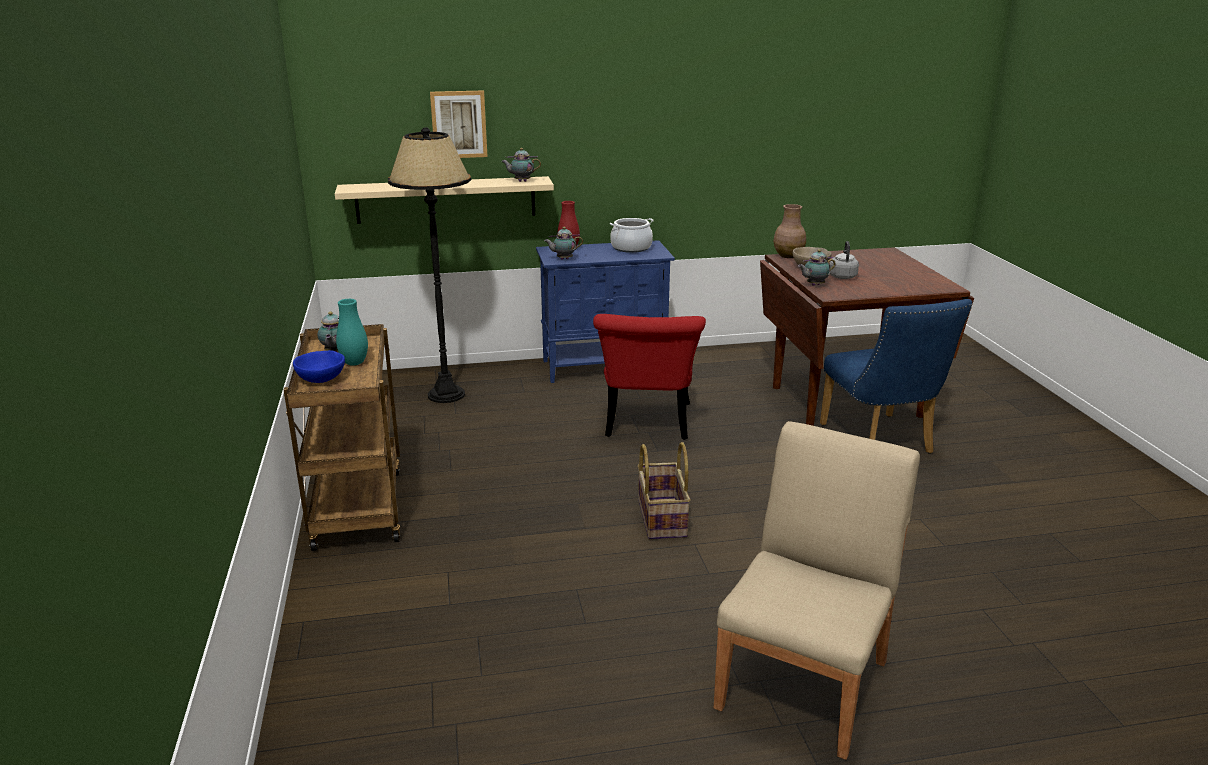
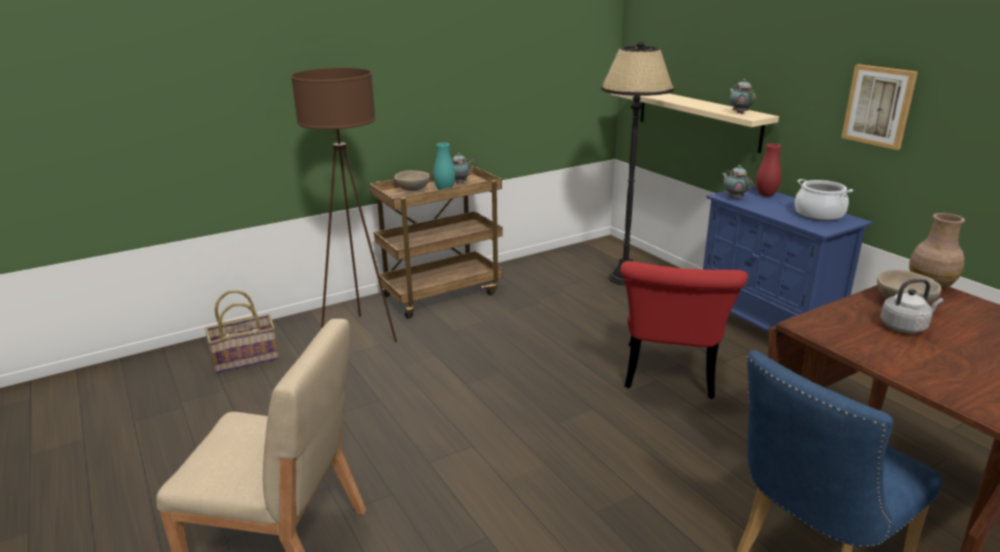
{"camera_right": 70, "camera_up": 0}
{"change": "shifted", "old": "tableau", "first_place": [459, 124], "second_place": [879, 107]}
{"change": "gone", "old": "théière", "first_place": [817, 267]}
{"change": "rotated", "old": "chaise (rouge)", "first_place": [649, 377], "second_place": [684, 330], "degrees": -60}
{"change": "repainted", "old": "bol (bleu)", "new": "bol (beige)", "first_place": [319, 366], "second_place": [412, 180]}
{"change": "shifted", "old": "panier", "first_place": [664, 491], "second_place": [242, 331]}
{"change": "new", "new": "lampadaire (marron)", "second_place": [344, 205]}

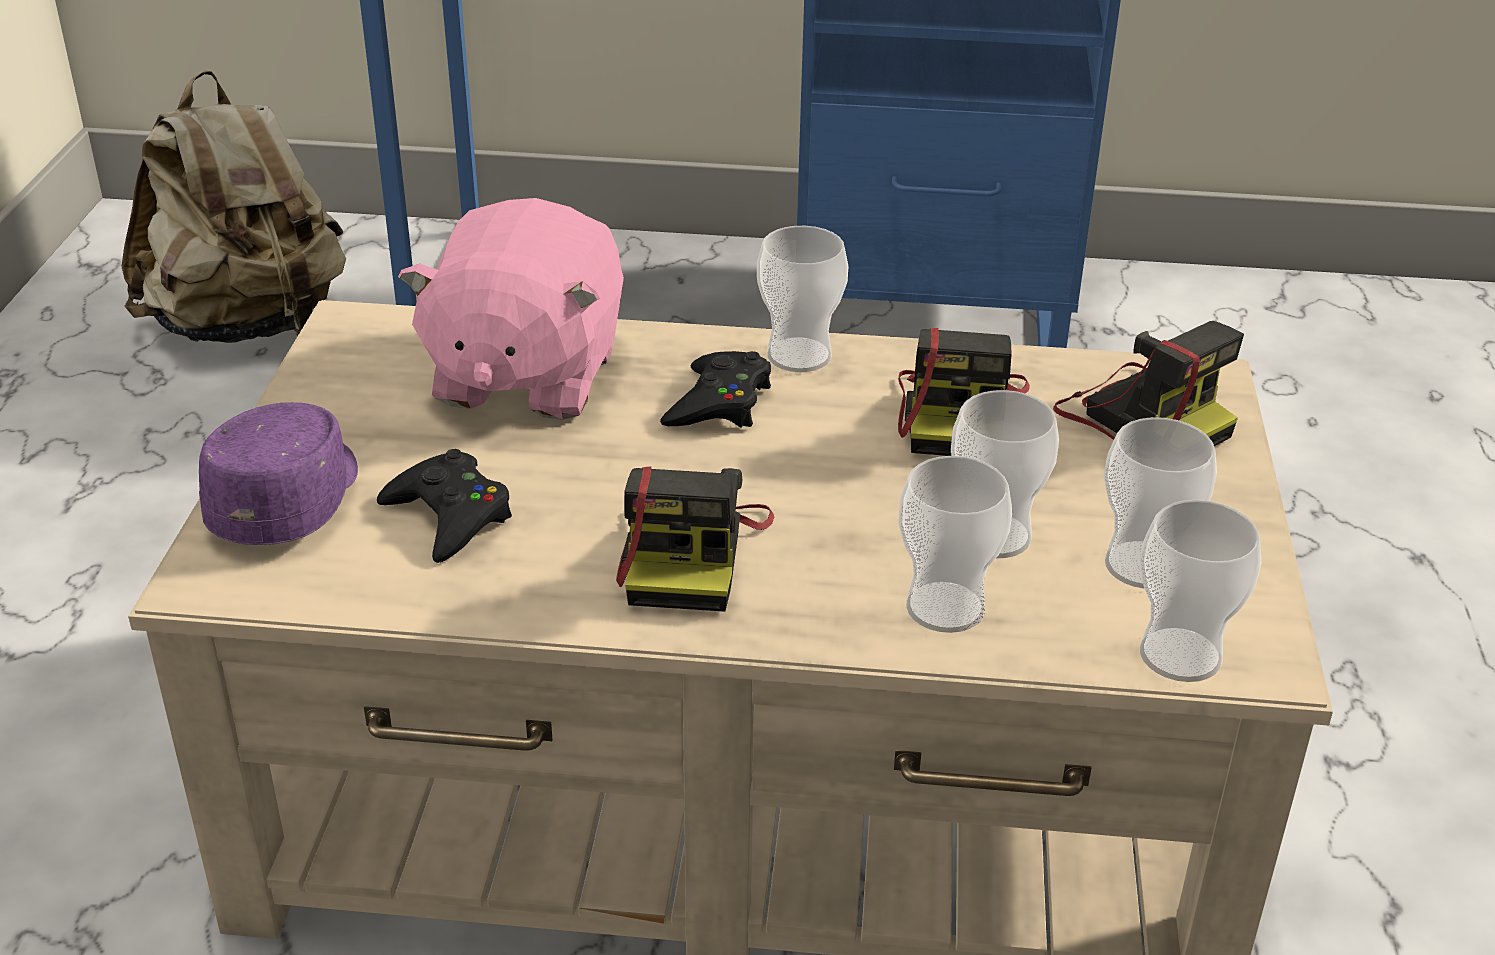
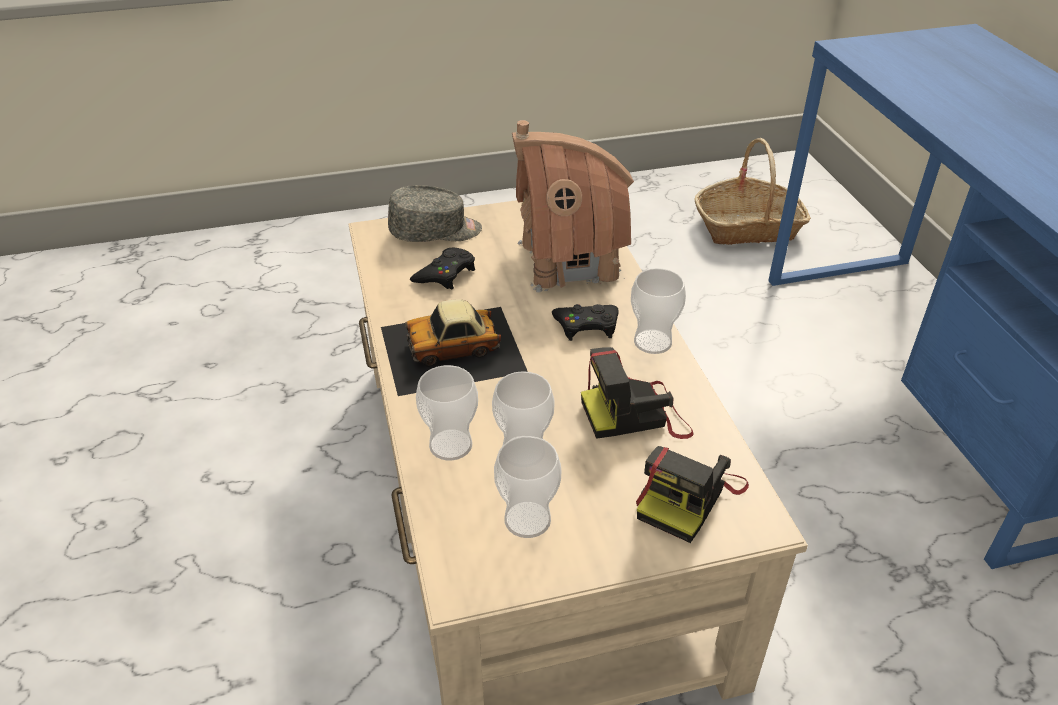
{"camera_right": 70, "camera_up": 5}
{"change": "swapped", "old": "sac à dos (beige)", "new": "panier", "first_place": [233, 206], "second_place": [753, 191]}
{"change": "swapped", "old": "peluche (rose)", "new": "maison miniature", "first_place": [511, 309], "second_place": [573, 206]}
{"change": "repainted", "old": "casquette (violet)", "new": "casquette (gris)", "first_place": [278, 473], "second_place": [435, 213]}
{"change": "swapped", "old": "appareil photo", "new": "petite voiture", "first_place": [695, 539], "second_place": [454, 347]}
{"change": "gone", "old": "tasse", "first_place": [1200, 591]}

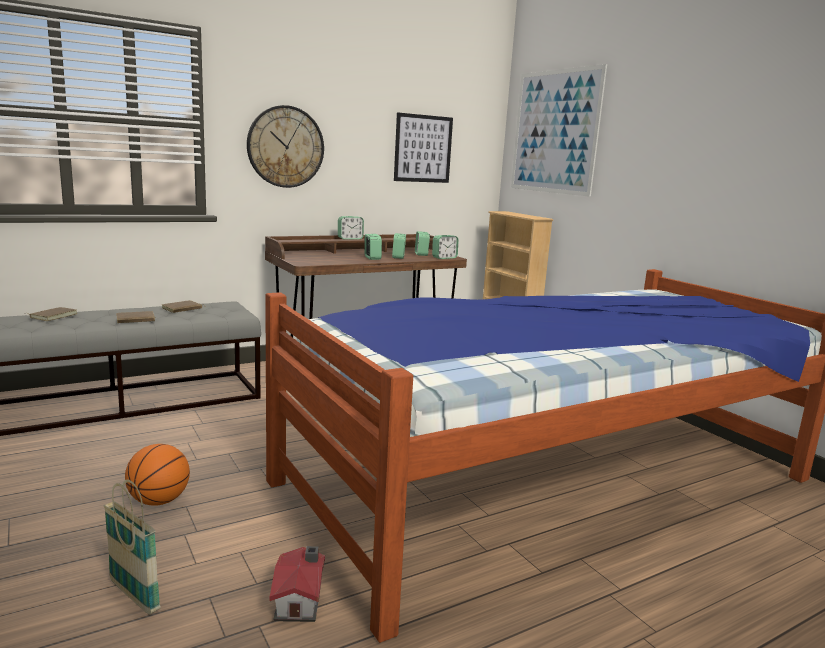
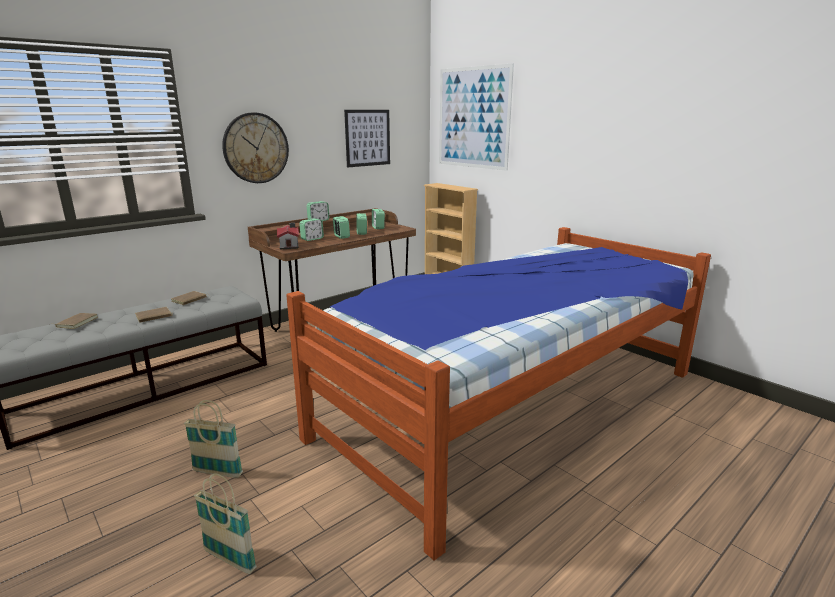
{"camera_right": -10, "camera_up": 5}
{"change": "shifted", "old": "réveil", "first_place": [445, 247], "second_place": [311, 229]}
{"change": "swapped", "old": "ballon de basket", "new": "panier", "first_place": [157, 475], "second_place": [213, 439]}
{"change": "shifted", "old": "maison miniature", "first_place": [297, 584], "second_place": [288, 236]}

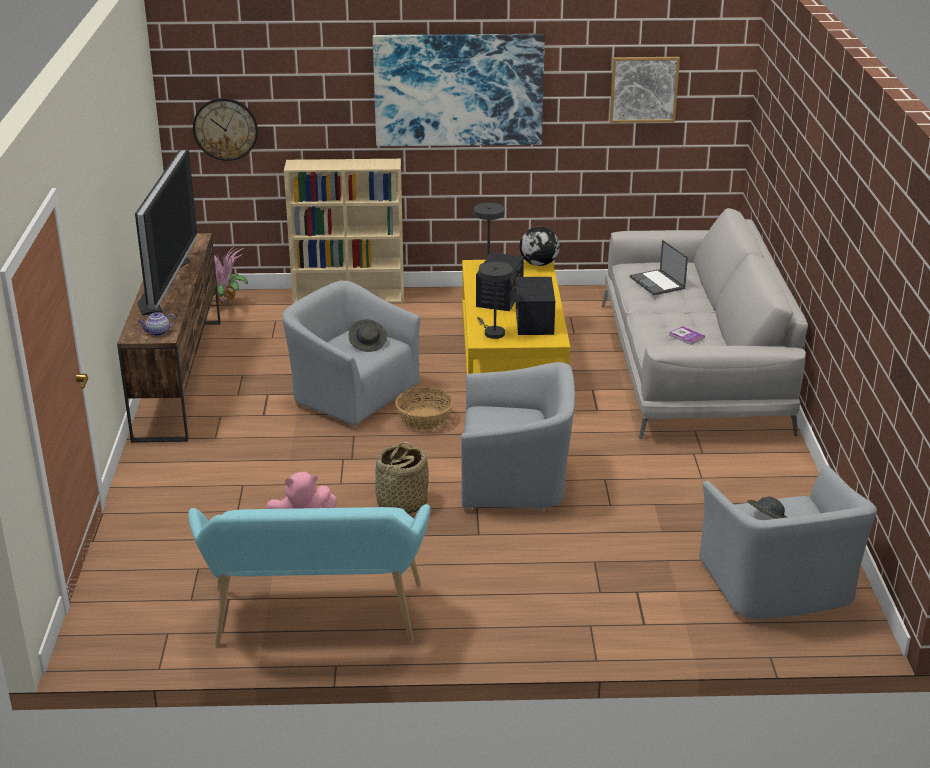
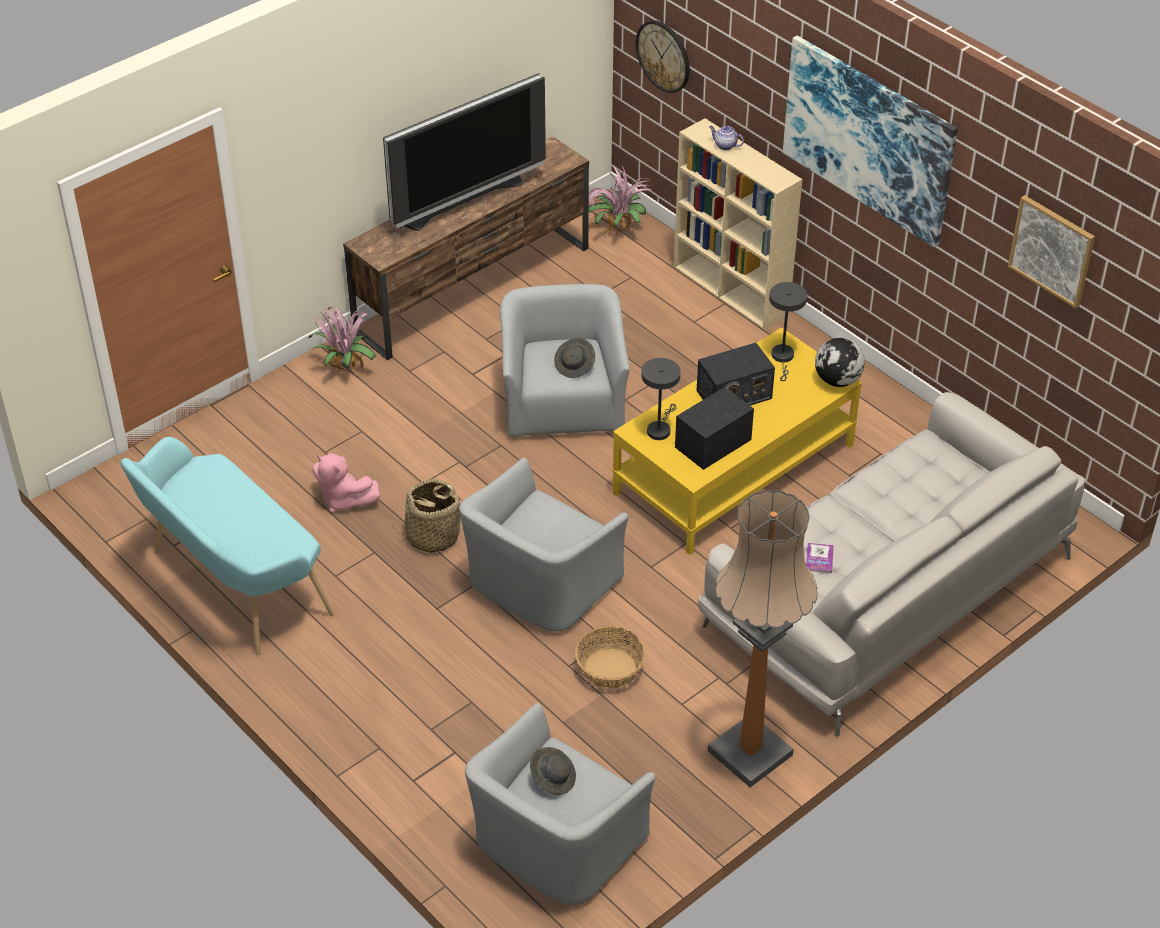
{"camera_right": 50, "camera_up": 15}
{"change": "gone", "old": "ordinateur portable", "first_place": [659, 267]}
{"change": "shifted", "old": "théière", "first_place": [157, 324], "second_place": [726, 138]}
{"change": "rotated", "old": "fauteuil (gris)", "first_place": [518, 437], "second_place": [544, 545], "degrees": 75}
{"change": "shifted", "old": "panier", "first_place": [424, 408], "second_place": [610, 657]}
{"change": "new", "new": "plante en pot", "second_place": [342, 342]}
{"change": "new", "new": "lampadaire", "second_place": [763, 639]}

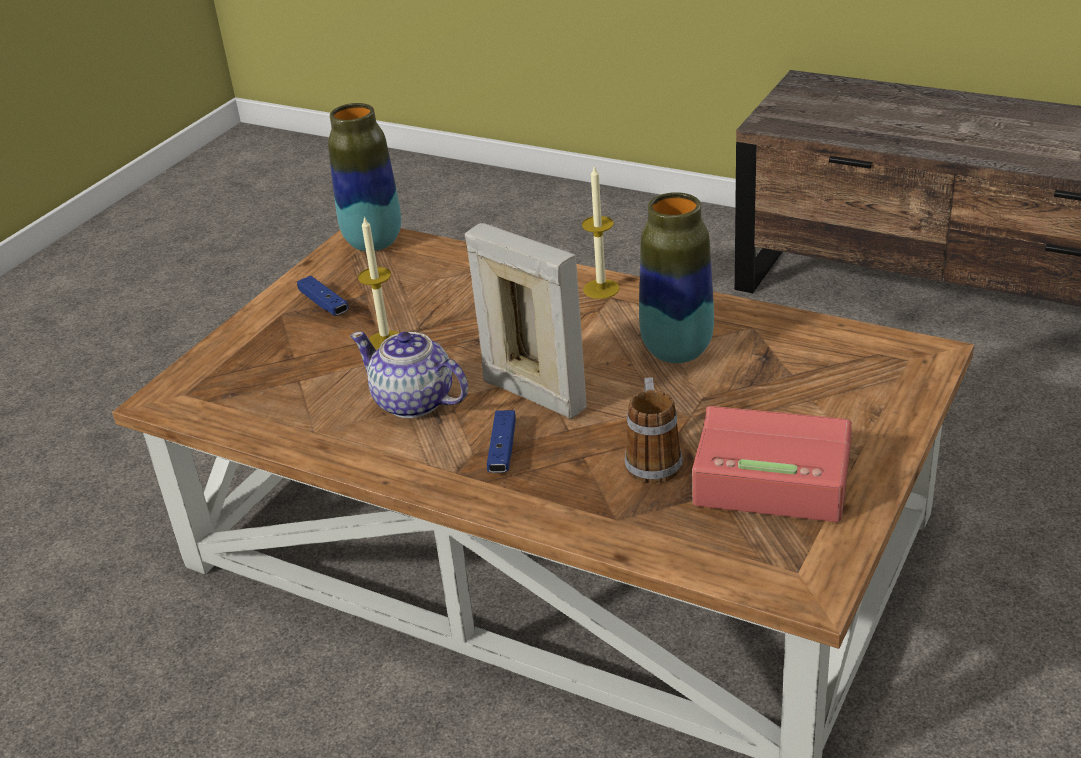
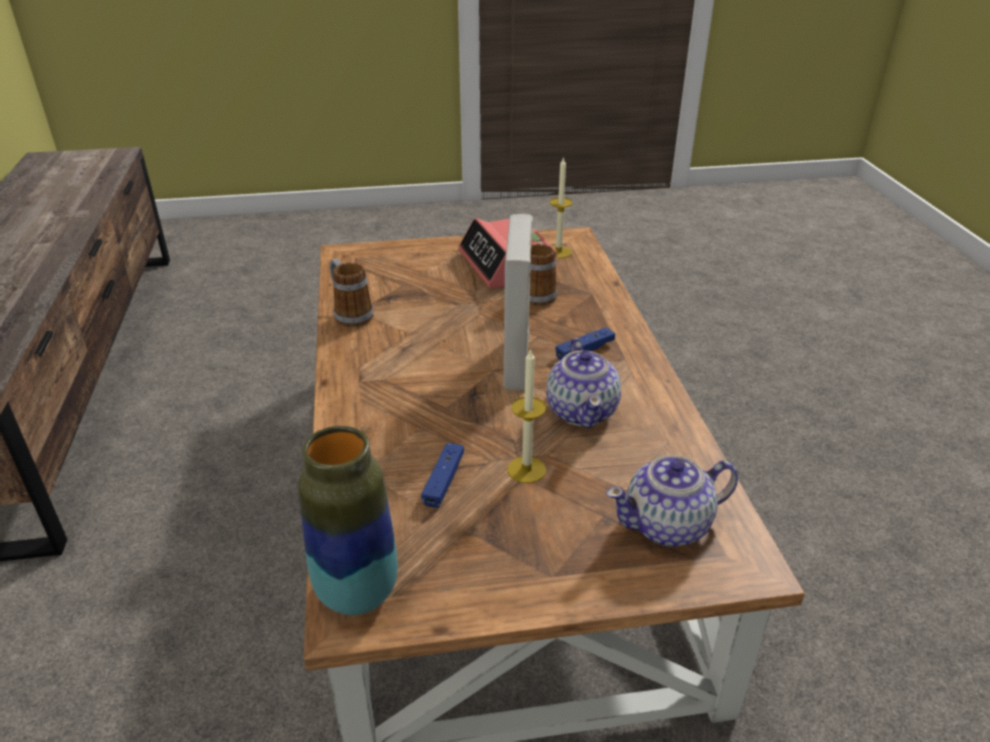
{"camera_right": -130, "camera_up": 0}
{"change": "shifted", "old": "bougie", "first_place": [601, 232], "second_place": [561, 207]}
{"change": "gone", "old": "vase", "first_place": [676, 277]}
{"change": "shifted", "old": "manette (bleu)", "first_place": [323, 295], "second_place": [442, 475]}
{"change": "new", "new": "mug", "second_place": [351, 292]}
{"change": "new", "new": "théière", "second_place": [672, 501]}

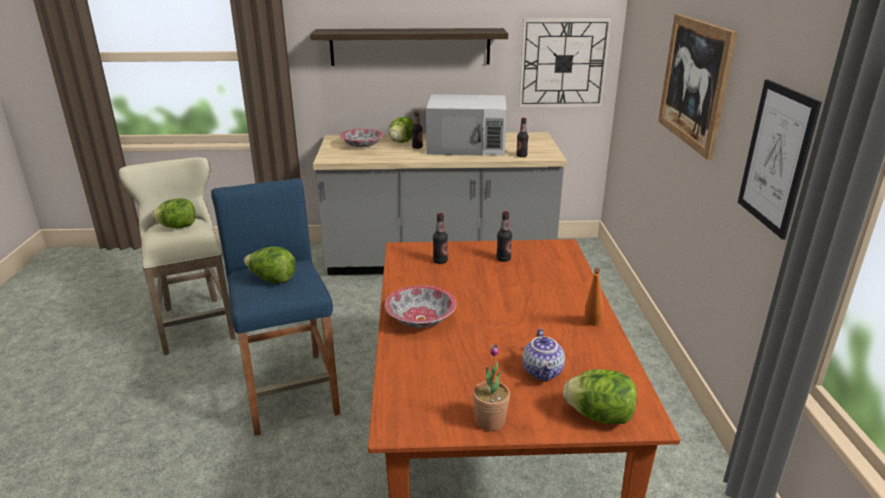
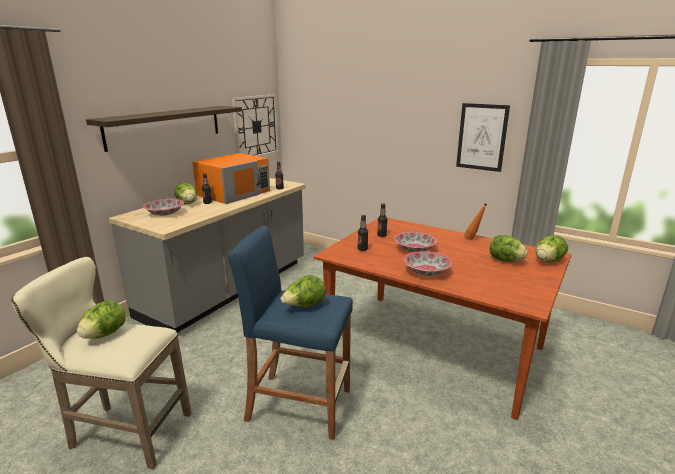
{"camera_right": -55, "camera_up": -5}
{"change": "gone", "old": "tableau", "first_place": [697, 87]}
{"change": "repainted", "old": "micro-ondes (blanc)", "new": "micro-ondes (orange)", "first_place": [466, 125], "second_place": [231, 178]}
{"change": "swapped", "old": "théière", "new": "laitue", "first_place": [543, 355], "second_place": [509, 248]}
{"change": "gone", "old": "plante en pot", "first_place": [491, 388]}
{"change": "new", "new": "bol", "second_place": [415, 242]}

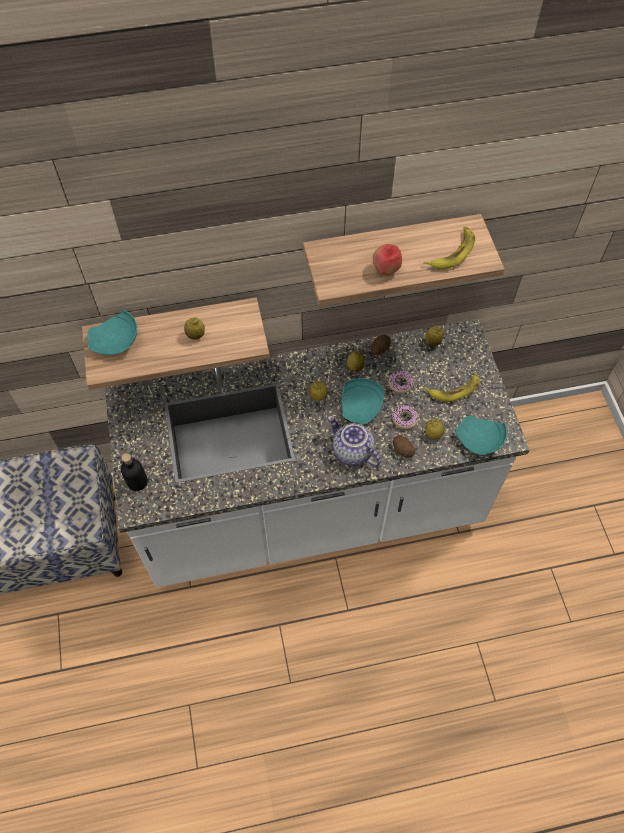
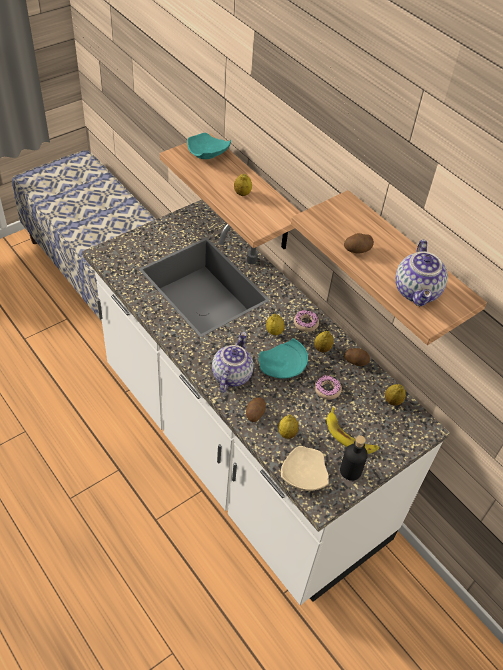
{"camera_right": 60, "camera_up": -10}
{"change": "swapped", "old": "banane", "new": "théière", "first_place": [449, 247], "second_place": [421, 273]}
{"change": "swapped", "old": "pomme", "new": "pomme de terre", "first_place": [387, 259], "second_place": [359, 243]}
{"change": "shifted", "old": "beignet", "first_place": [405, 417], "second_place": [306, 321]}
{"change": "repainted", "old": "assiette (turquoise)", "new": "assiette (beige)", "first_place": [481, 435], "second_place": [305, 468]}
{"change": "shifted", "old": "bouteille (noir)", "first_place": [134, 472], "second_place": [354, 458]}

